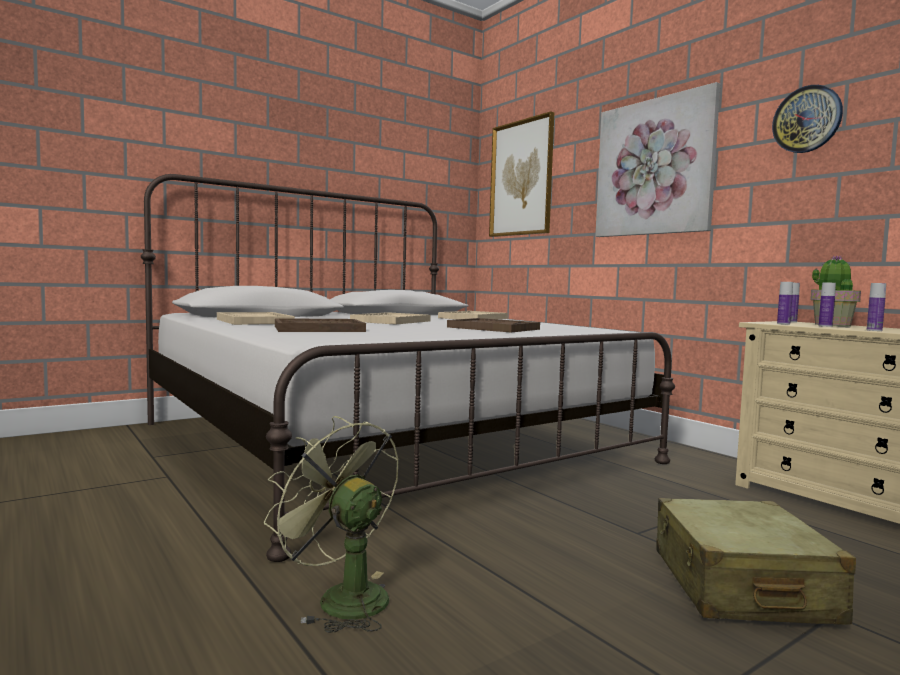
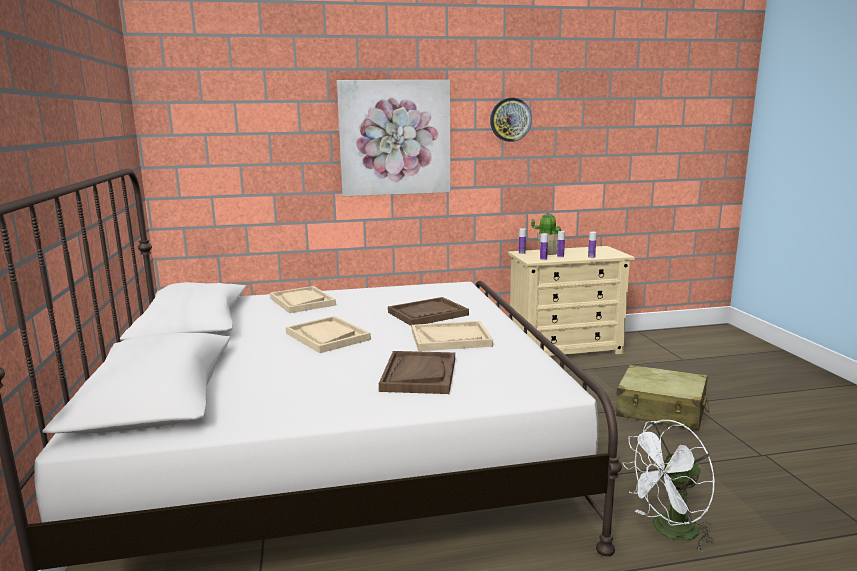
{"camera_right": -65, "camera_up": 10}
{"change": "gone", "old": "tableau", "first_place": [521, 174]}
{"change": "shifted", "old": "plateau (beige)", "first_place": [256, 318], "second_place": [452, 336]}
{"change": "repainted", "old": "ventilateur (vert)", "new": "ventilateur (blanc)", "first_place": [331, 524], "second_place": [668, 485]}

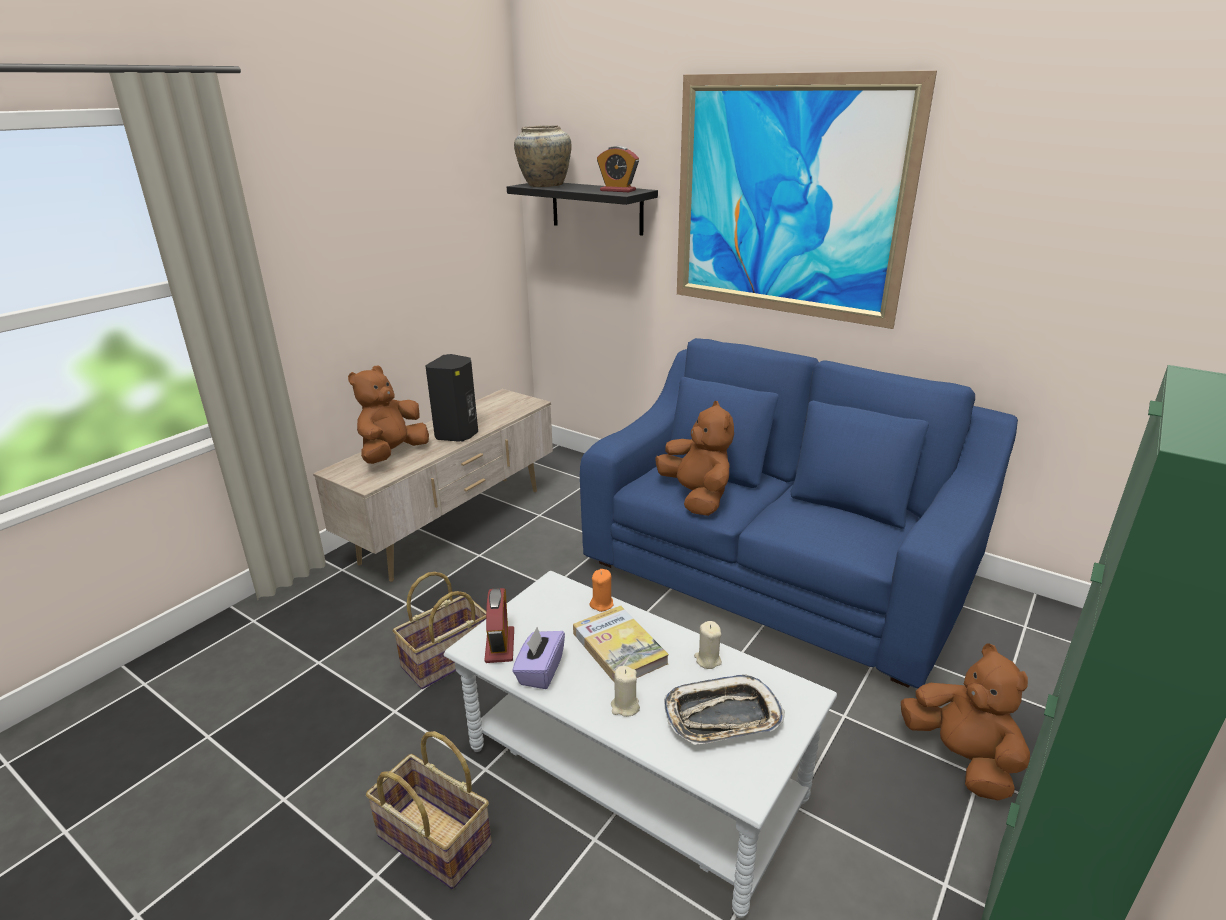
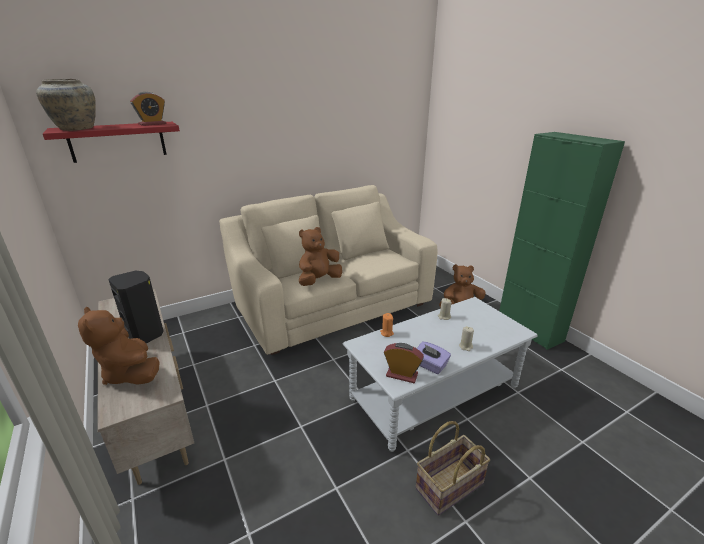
{"camera_right": -65, "camera_up": 0}
{"change": "gone", "old": "tableau", "first_place": [807, 200]}
{"change": "repainted", "old": "étagère (noir)", "new": "étagère (rouge)", "first_place": [582, 209], "second_place": [111, 142]}
{"change": "repainted", "old": "canapé (bleu)", "new": "canapé (beige)", "first_place": [799, 513], "second_place": [328, 270]}
{"change": "rotated", "old": "peluche (marron)", "first_place": [694, 458], "second_place": [320, 256], "degrees": -45}
{"change": "gone", "old": "panier", "first_place": [439, 630]}
{"change": "gone", "old": "livre", "first_place": [621, 644]}
{"change": "gone", "old": "plateau", "first_place": [724, 709]}

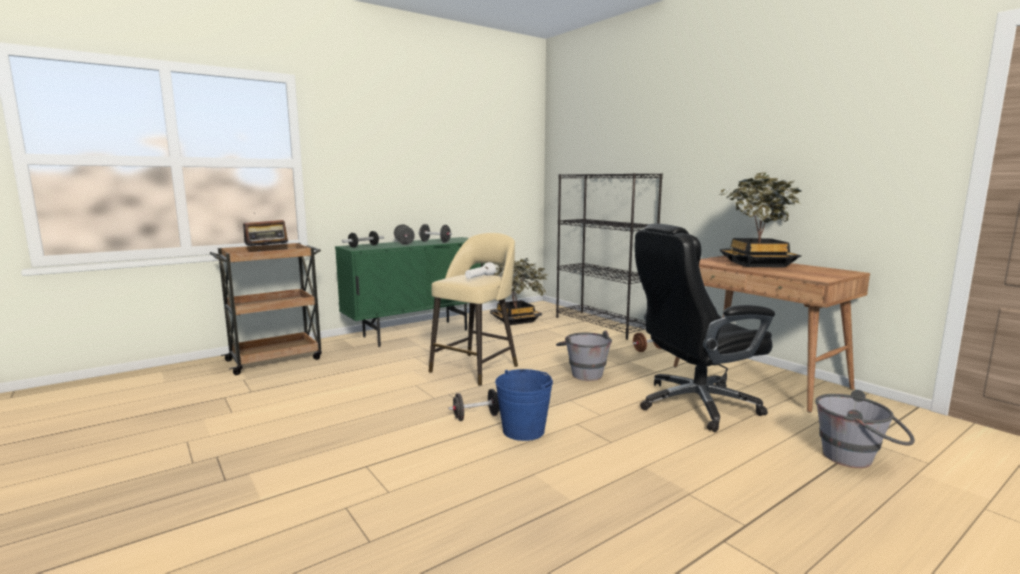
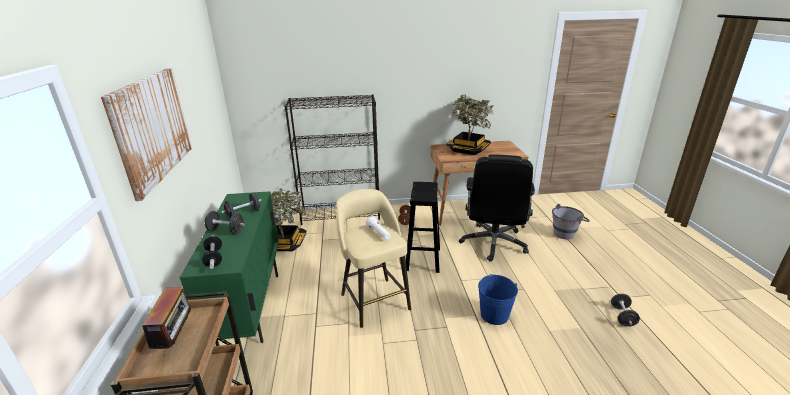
{"camera_right": -60, "camera_up": 15}
{"change": "swapped", "old": "seau (gris)", "new": "tabouret (noir)", "first_place": [584, 355], "second_place": [423, 227]}
{"change": "shifted", "old": "haltère (noir)", "first_place": [474, 405], "second_place": [625, 310]}
{"change": "new", "new": "tableau", "second_place": [146, 134]}

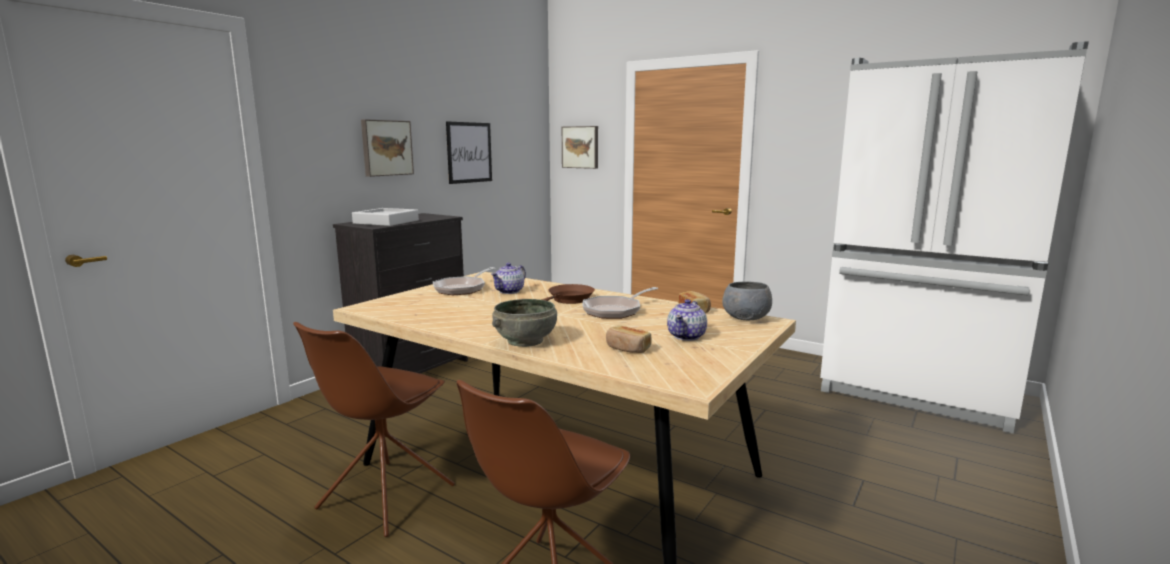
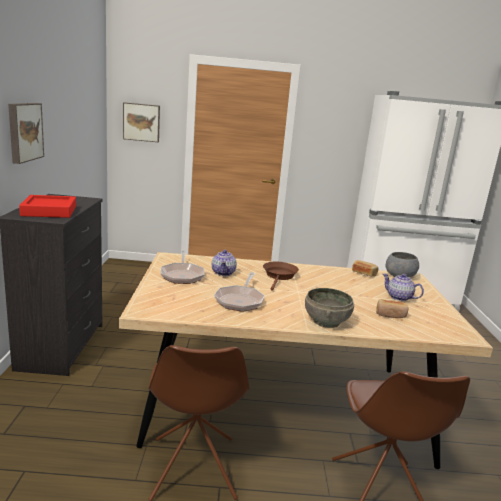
{"camera_right": -35, "camera_up": 5}
{"change": "gone", "old": "tableau", "first_place": [469, 152]}
{"change": "repainted", "old": "plateau (gris)", "new": "plateau (rouge)", "first_place": [385, 217], "second_place": [47, 206]}
{"change": "shifted", "old": "poêle", "first_place": [620, 303], "second_place": [239, 292]}
{"change": "rotated", "old": "théière", "first_place": [687, 320], "second_place": [403, 287], "degrees": 135}

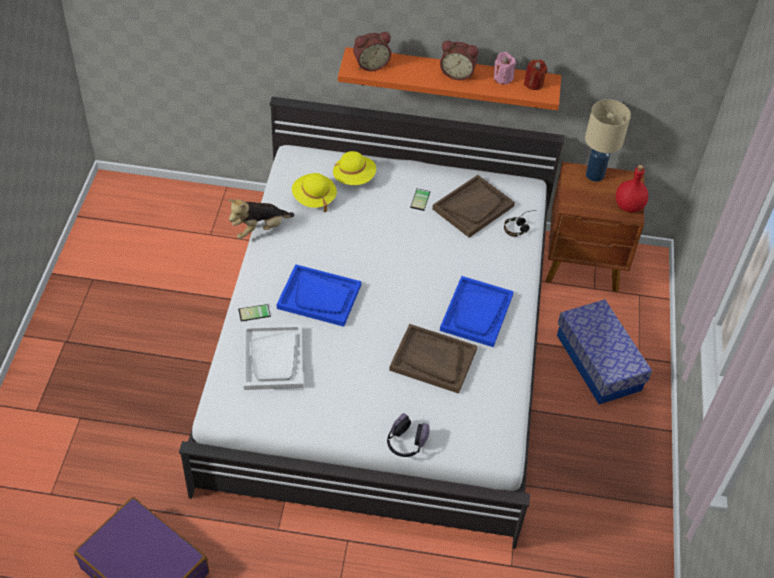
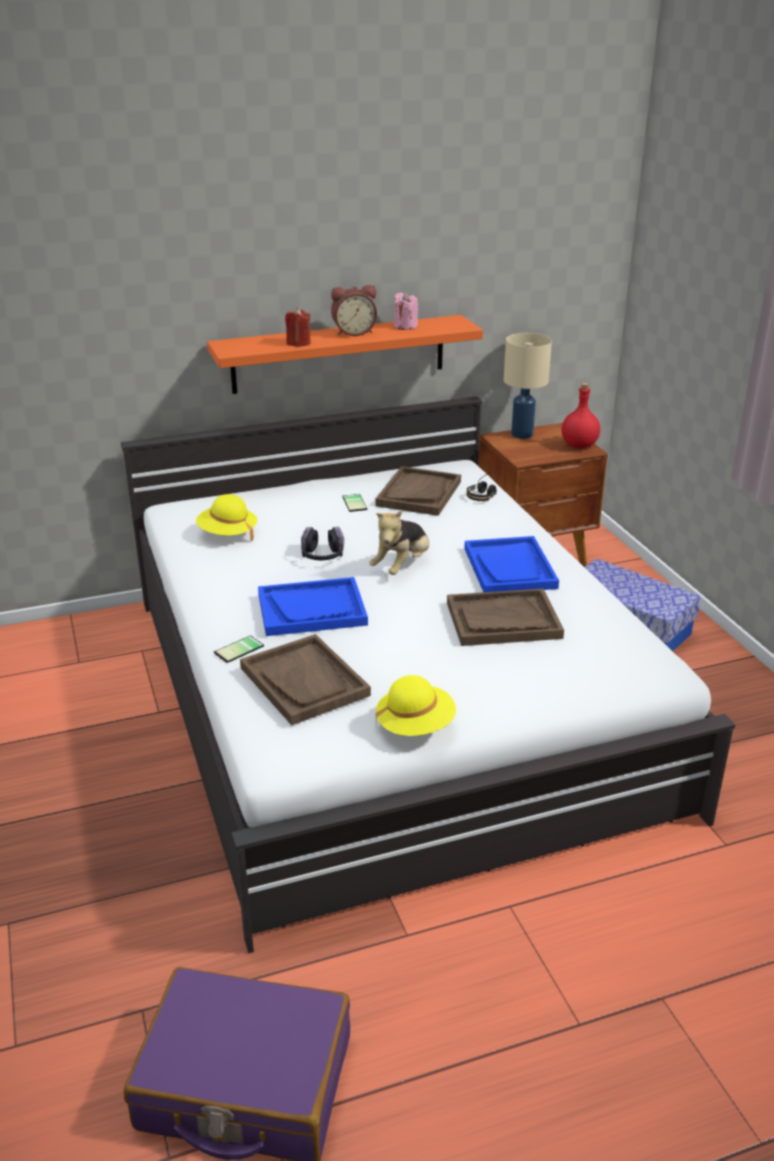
{"camera_right": -25, "camera_up": -20}
{"change": "gone", "old": "réveil", "first_place": [372, 51]}
{"change": "shifted", "old": "bougie (rouge)", "first_place": [535, 75], "second_place": [298, 327]}
{"change": "shifted", "old": "chapeau (jaune)", "first_place": [354, 168], "second_place": [416, 705]}
{"change": "shifted", "old": "peluche", "first_place": [261, 219], "second_place": [399, 542]}
{"change": "repainted", "old": "plateau (blanc)", "new": "plateau (marron)", "first_place": [273, 357], "second_place": [305, 679]}
{"change": "shifted", "old": "casque audio", "first_place": [408, 435], "second_place": [322, 543]}

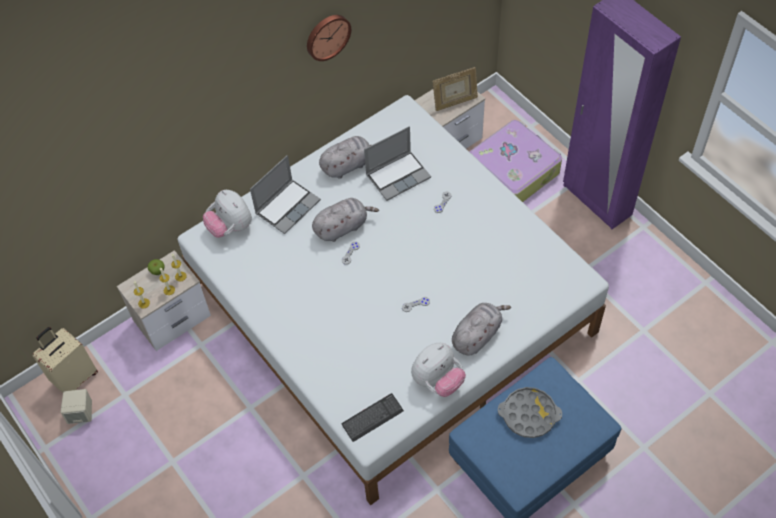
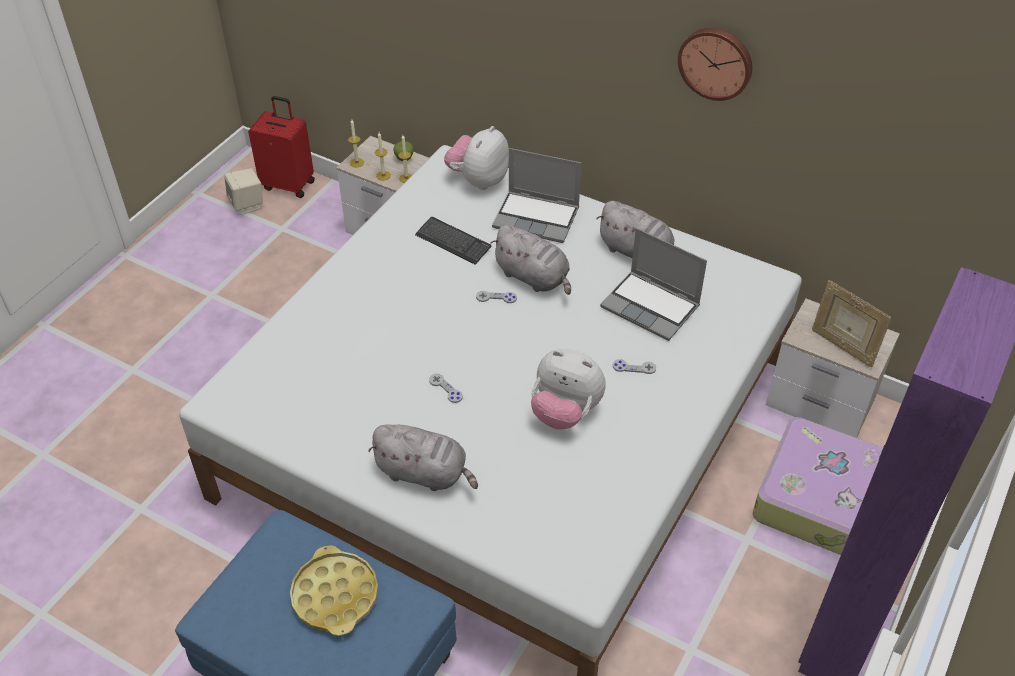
{"camera_right": 65, "camera_up": -10}
{"change": "repainted", "old": "valise (beige)", "new": "valise (rouge)", "first_place": [65, 360], "second_place": [281, 147]}
{"change": "shifted", "old": "peluche", "first_place": [438, 370], "second_place": [568, 389]}
{"change": "repainted", "old": "plateau (gris)", "new": "plateau (jaune)", "first_place": [530, 412], "second_place": [334, 590]}
{"change": "shifted", "old": "clavier", "first_place": [373, 417], "second_place": [453, 241]}

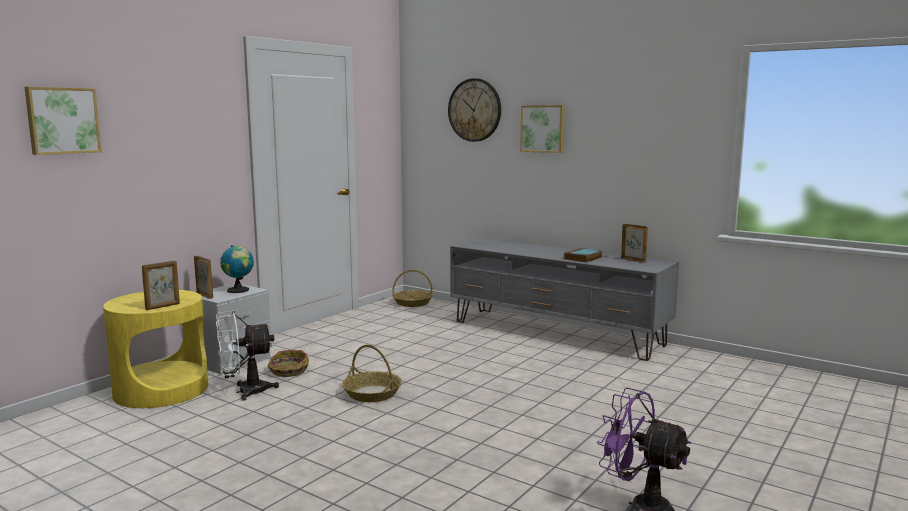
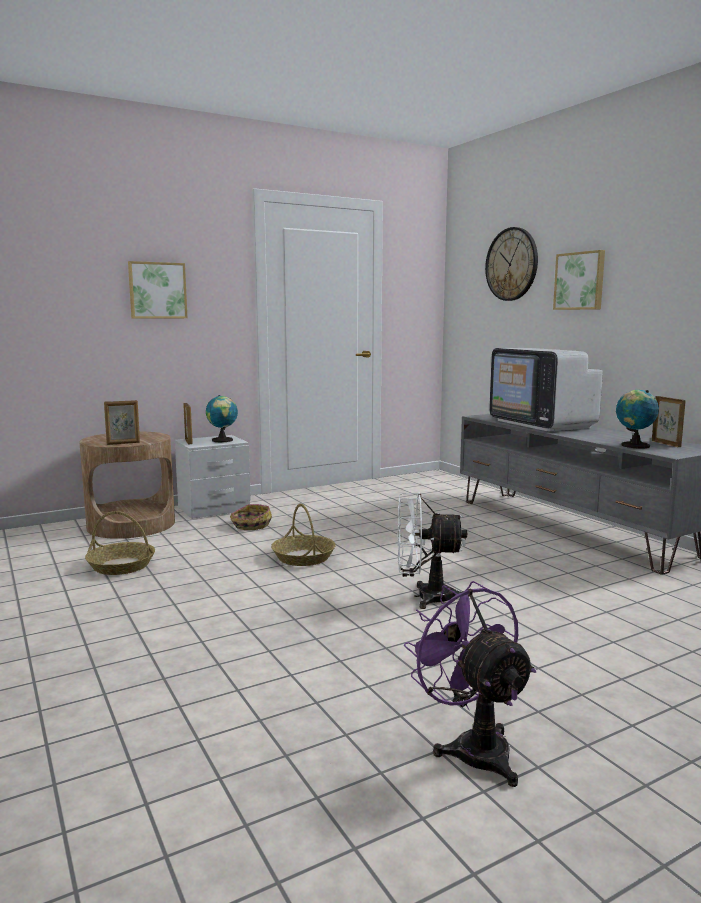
{"camera_right": 25, "camera_up": 0}
{"change": "shifted", "old": "tableau", "first_place": [63, 121], "second_place": [158, 289]}
{"change": "gone", "old": "livre", "first_place": [583, 255]}
{"change": "shifted", "old": "panier", "first_place": [412, 288], "second_place": [120, 543]}
{"change": "repainted", "old": "table d'appoint (jaune)", "new": "table d'appoint (marron)", "first_place": [156, 349], "second_place": [127, 485]}
{"change": "shifted", "old": "ventilateur (blanc)", "first_place": [247, 355], "second_place": [432, 551]}
{"change": "new", "new": "téléviseur", "second_place": [546, 389]}
{"change": "new", "new": "globe", "second_place": [637, 419]}

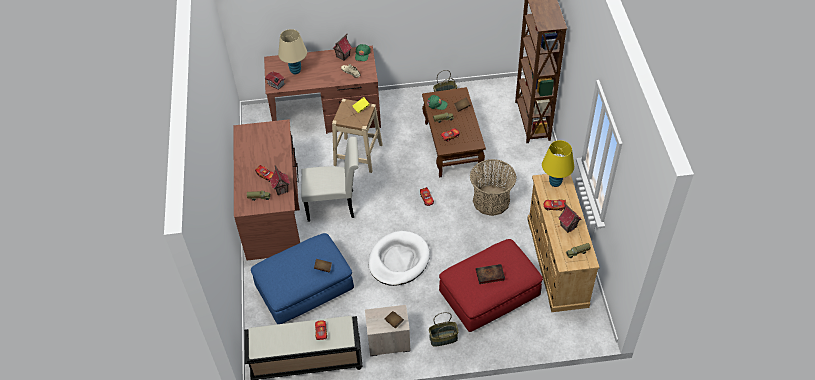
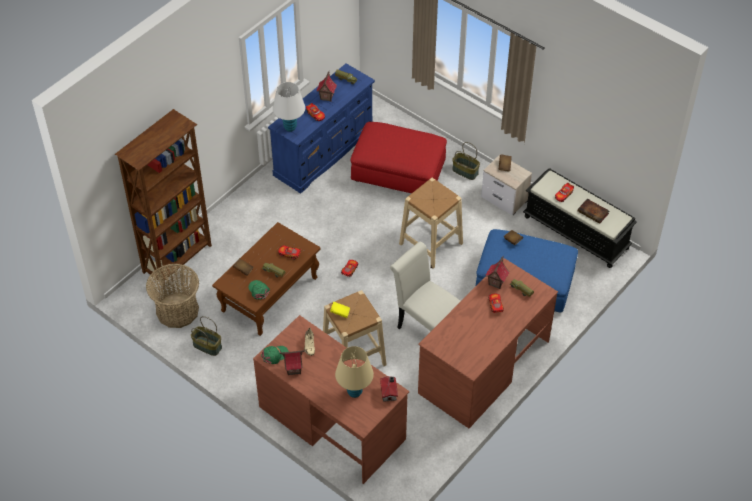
{"camera_right": -135, "camera_up": 0}
{"change": "repainted", "old": "lampe de table (jaune)", "new": "lampe de table (blanc)", "first_place": [558, 163], "second_place": [289, 107]}
{"change": "shifted", "old": "panier", "first_place": [493, 187], "second_place": [172, 296]}
{"change": "repainted", "old": "commode (beige)", "new": "commode (bleu)", "first_place": [563, 243], "second_place": [321, 128]}
{"change": "swapped", "old": "panier pour chien (blanc)", "new": "tabouret (beige)", "first_place": [399, 258], "second_place": [431, 223]}
{"change": "shifted", "old": "livre", "first_place": [490, 274], "second_place": [593, 211]}

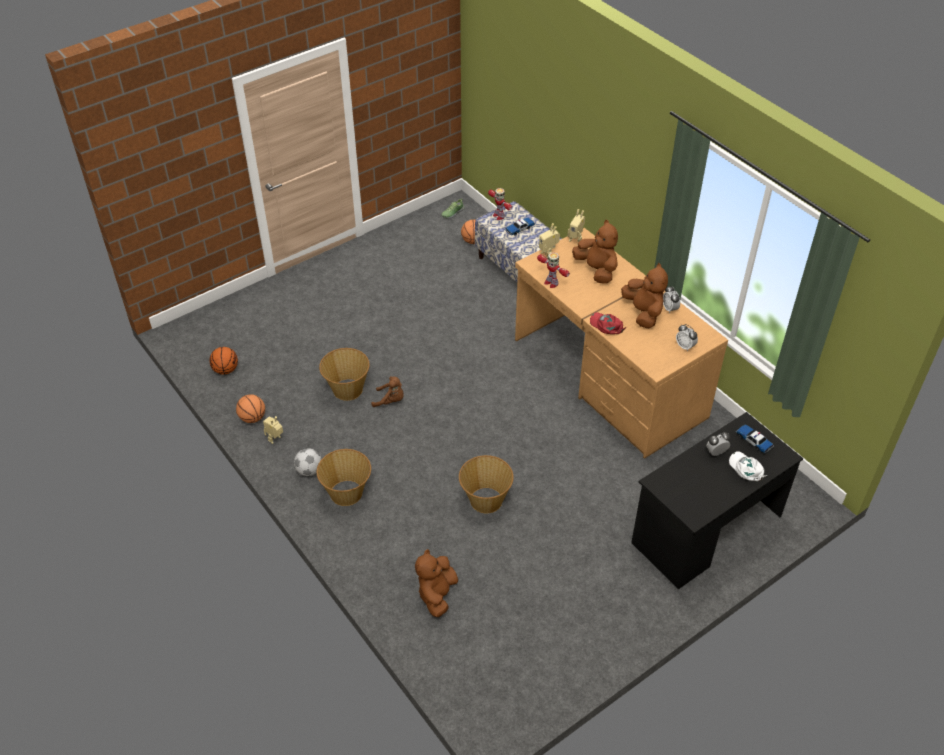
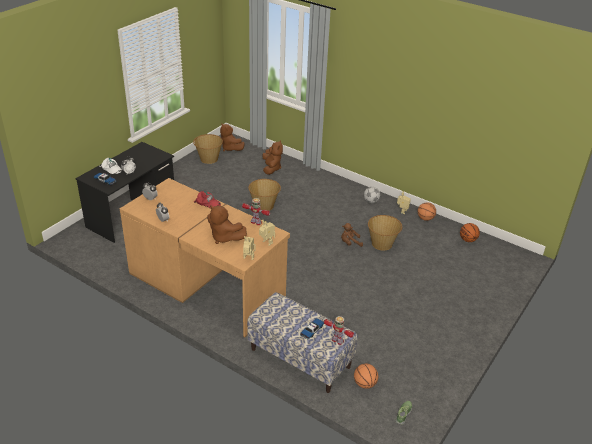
{"camera_right": 160, "camera_up": -10}
{"change": "shifted", "old": "peluche (marron)", "first_place": [644, 295], "second_place": [232, 137]}
{"change": "shifted", "old": "panier", "first_place": [344, 477], "second_place": [208, 149]}

